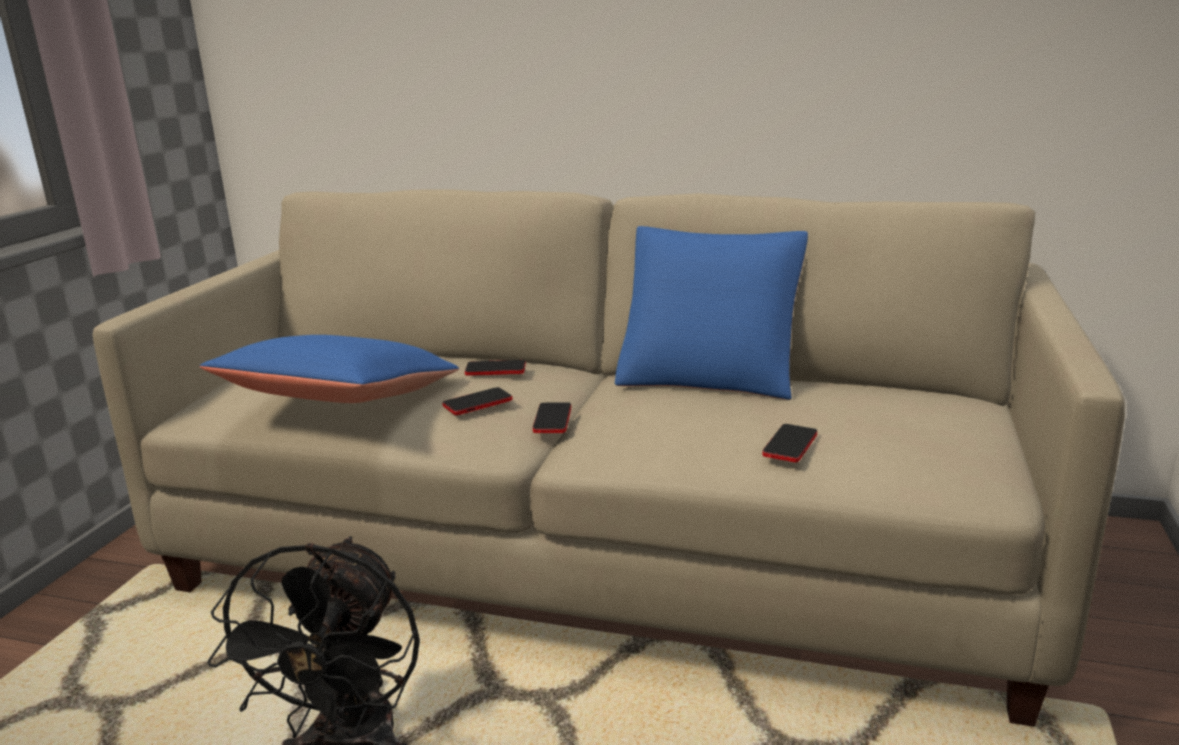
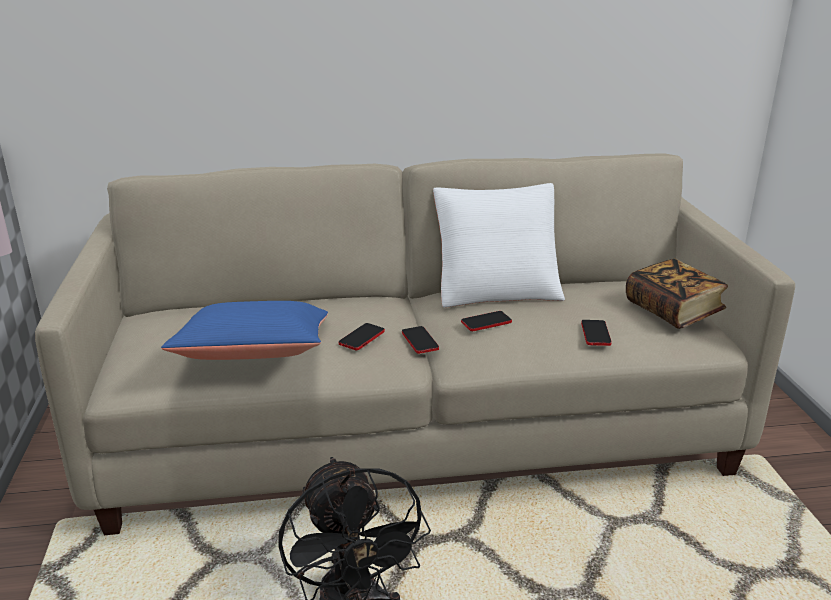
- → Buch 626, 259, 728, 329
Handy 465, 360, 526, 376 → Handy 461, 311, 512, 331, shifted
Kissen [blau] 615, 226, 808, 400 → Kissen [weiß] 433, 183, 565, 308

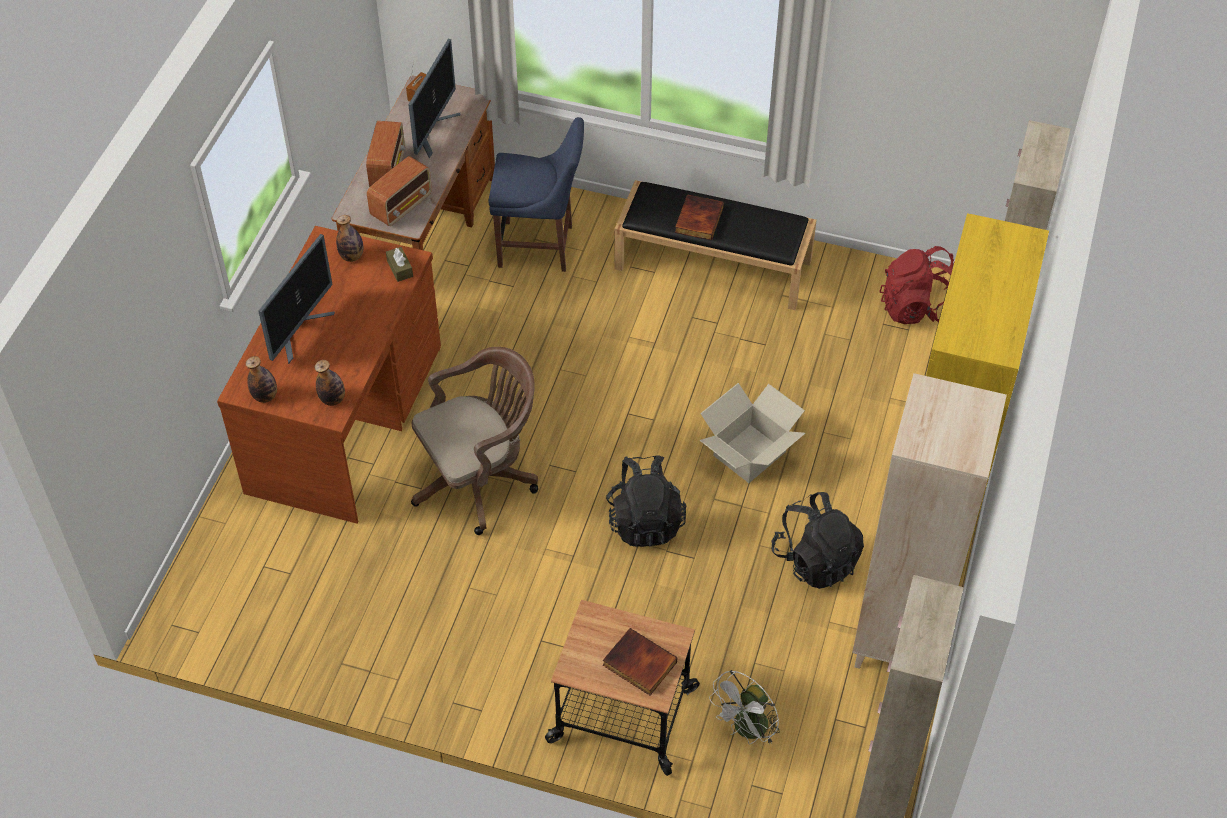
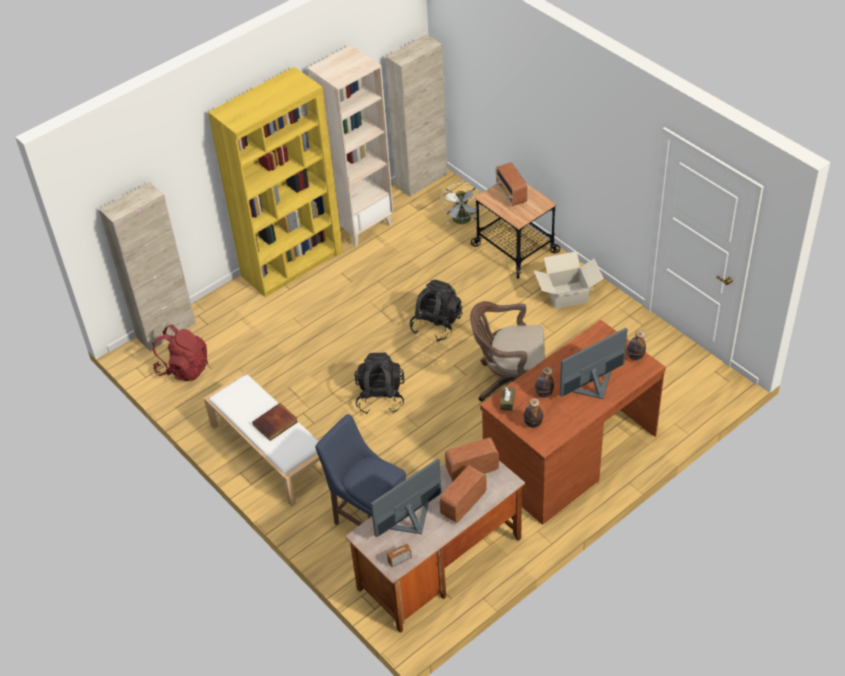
Flasche 315, 360, 345, 406 → Flasche 535, 367, 554, 398, shifted
Karton 699, 383, 805, 483 → Karton 534, 251, 604, 309, shifted
Rucksack [schwarz] 772, 492, 864, 589 → Rucksack [schwarz] 354, 352, 405, 414, shifted
Buch 603, 628, 677, 695 → Radio 496, 162, 527, 206
Bank [schwarz] 614, 180, 817, 310 → Bank [weiß] 204, 372, 326, 507
Ventilator [weiß] 709, 670, 780, 745 → Ventilator [weiß] 441, 183, 481, 224, 105 degrees clockwise

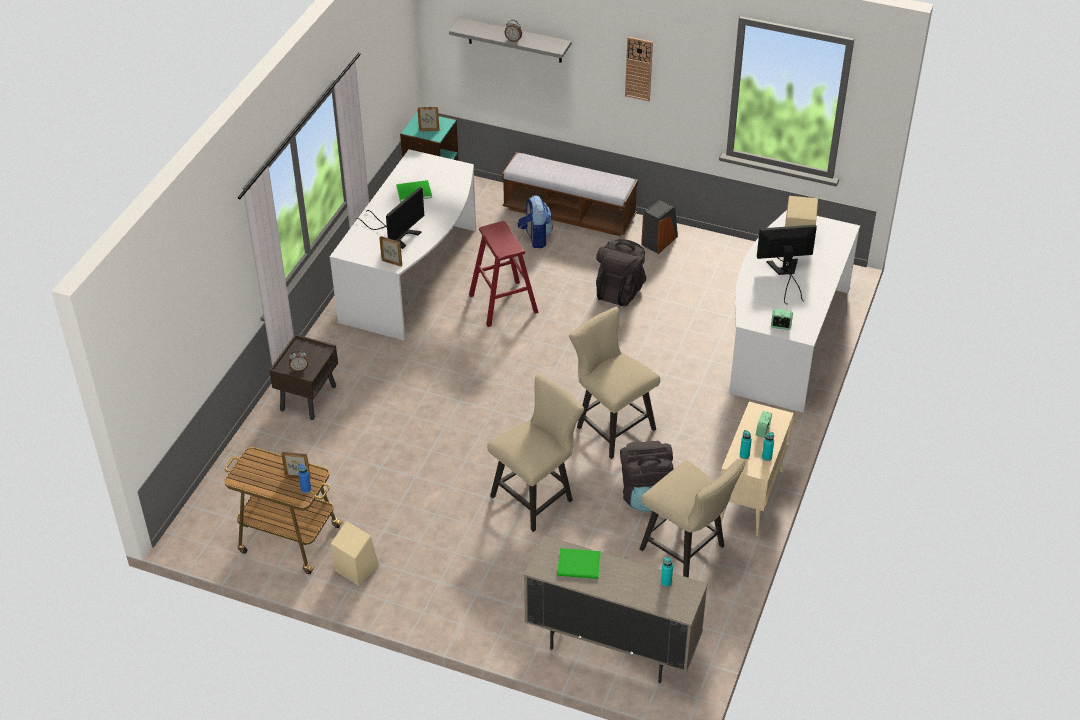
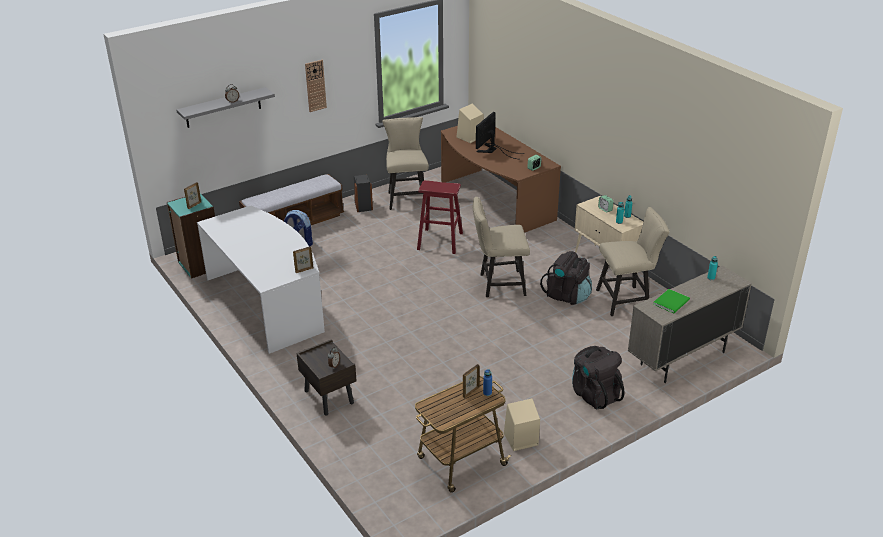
Monitor 356, 187, 424, 249 → -
Buch [grün] 396, 180, 432, 202 → -
Hocker [rot] 469, 221, 539, 327 → Hocker [rot] 417, 180, 463, 254, shifted
Stuhl [beige] 487, 374, 584, 532 → Stuhl [beige] 382, 117, 429, 210, shifted
Rucksack [schwarz] 596, 239, 646, 307 → Rucksack [schwarz] 572, 346, 625, 409, shifted
Schreibtisch [weiß] 729, 210, 860, 413 → Schreibtisch [braun] 441, 126, 561, 233

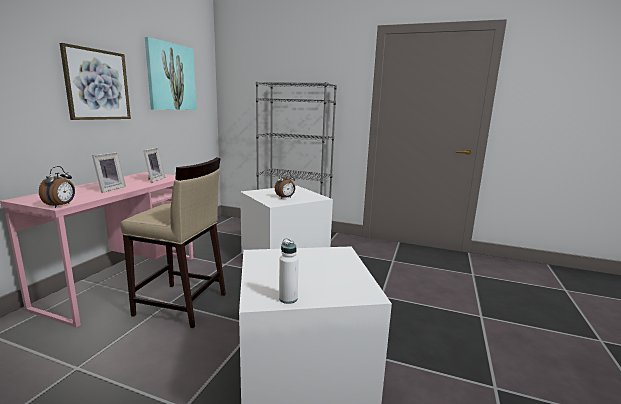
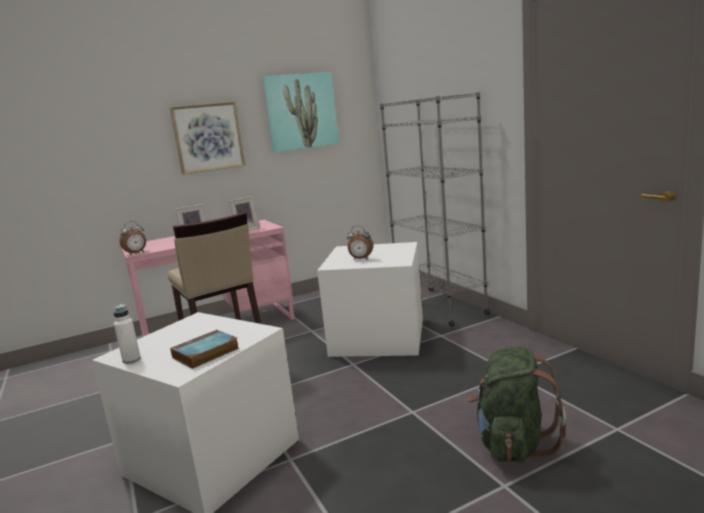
- → Buch 170, 330, 239, 369
- → Rucksack [grün] 467, 346, 566, 463

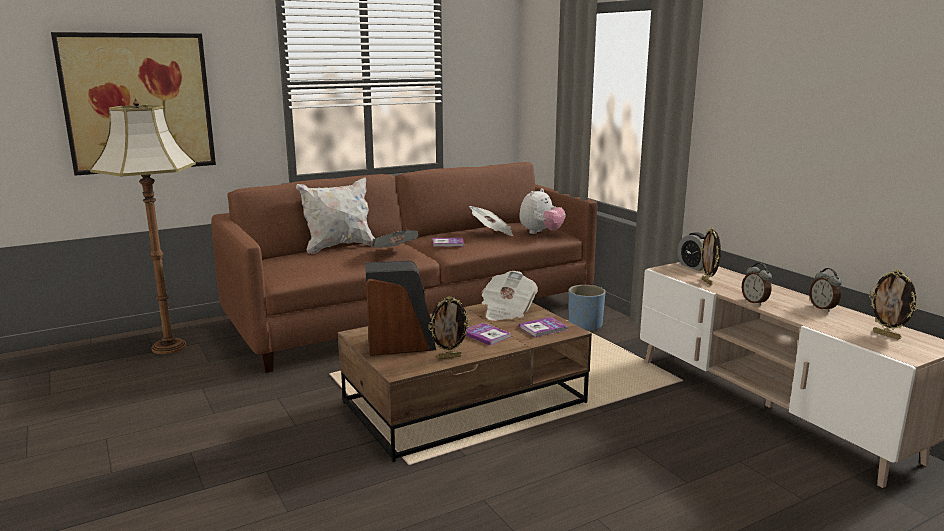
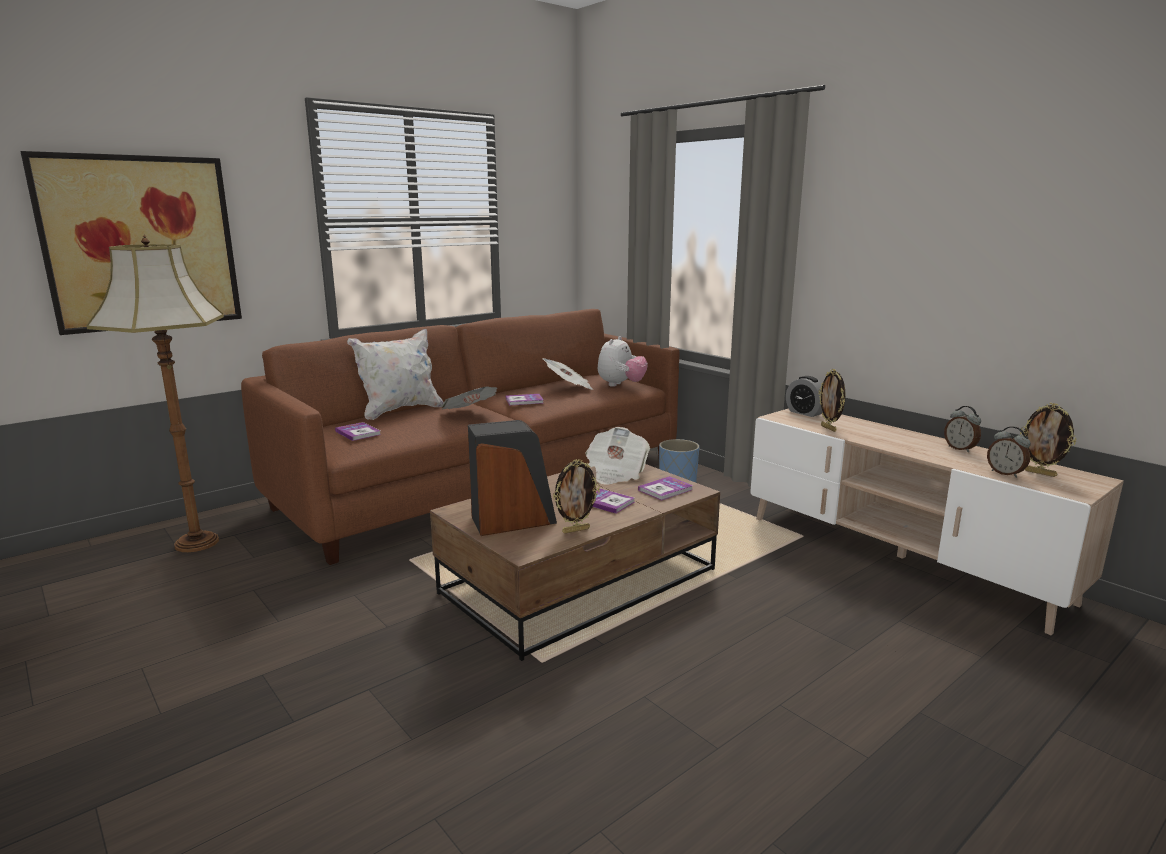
- → Buch 335, 422, 380, 441
Wecker 742, 263, 772, 306 → Wecker 987, 426, 1031, 478, shifted

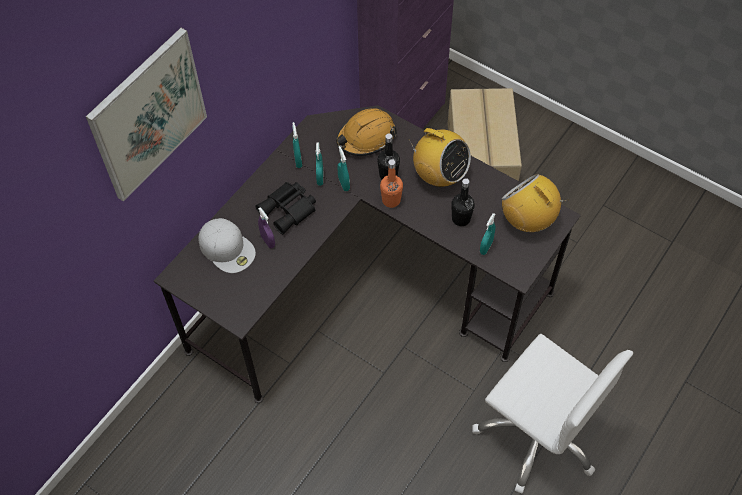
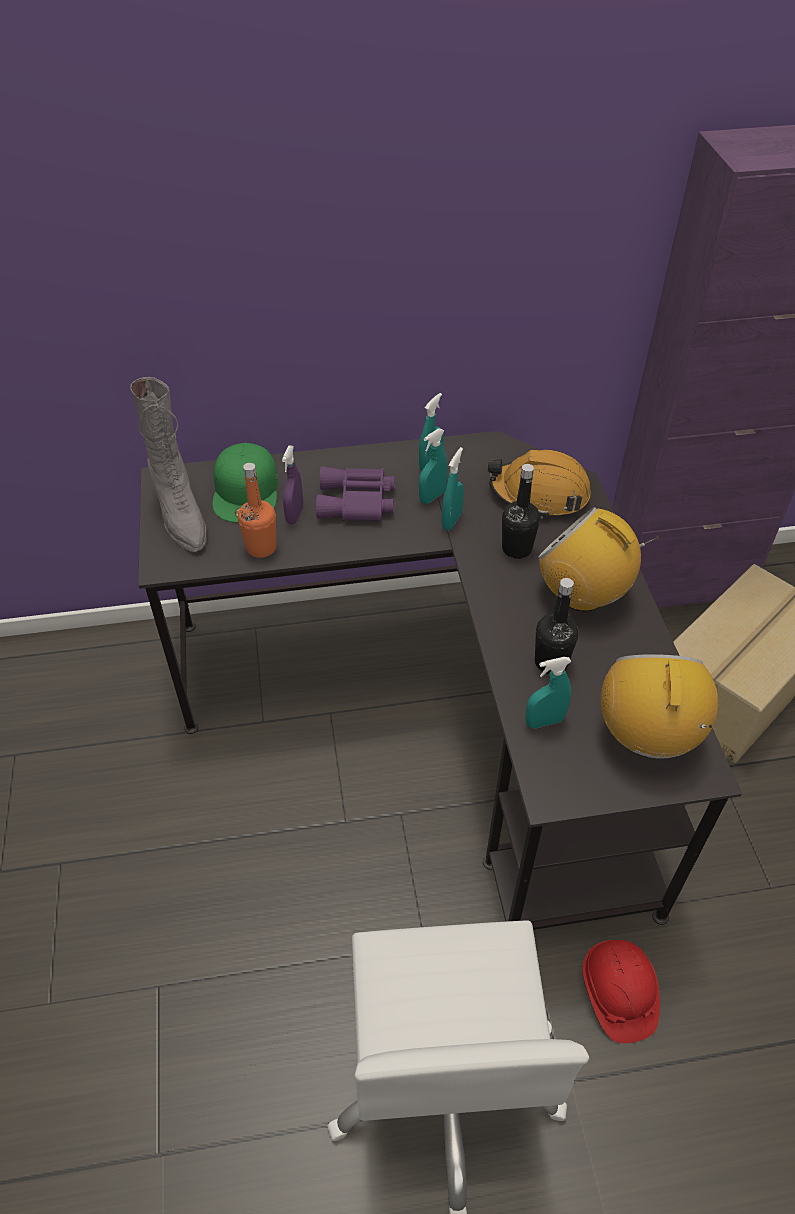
Bild 86, 28, 207, 202 → -
- → Stiefel [grau] 131, 377, 207, 552
- → Schutzhelm [rot] 582, 940, 660, 1043
Flasche [orange] 380, 159, 403, 208 → Flasche [orange] 238, 463, 276, 558, shifted
Kappe [weiß] 199, 218, 256, 273 → Kappe [grün] 212, 443, 278, 523
Fernglas [schwarz] 255, 182, 316, 234 → Fernglas [lila] 316, 466, 395, 522
Radio 409, 128, 471, 187 → Radio 538, 507, 659, 612, 135 degrees clockwise

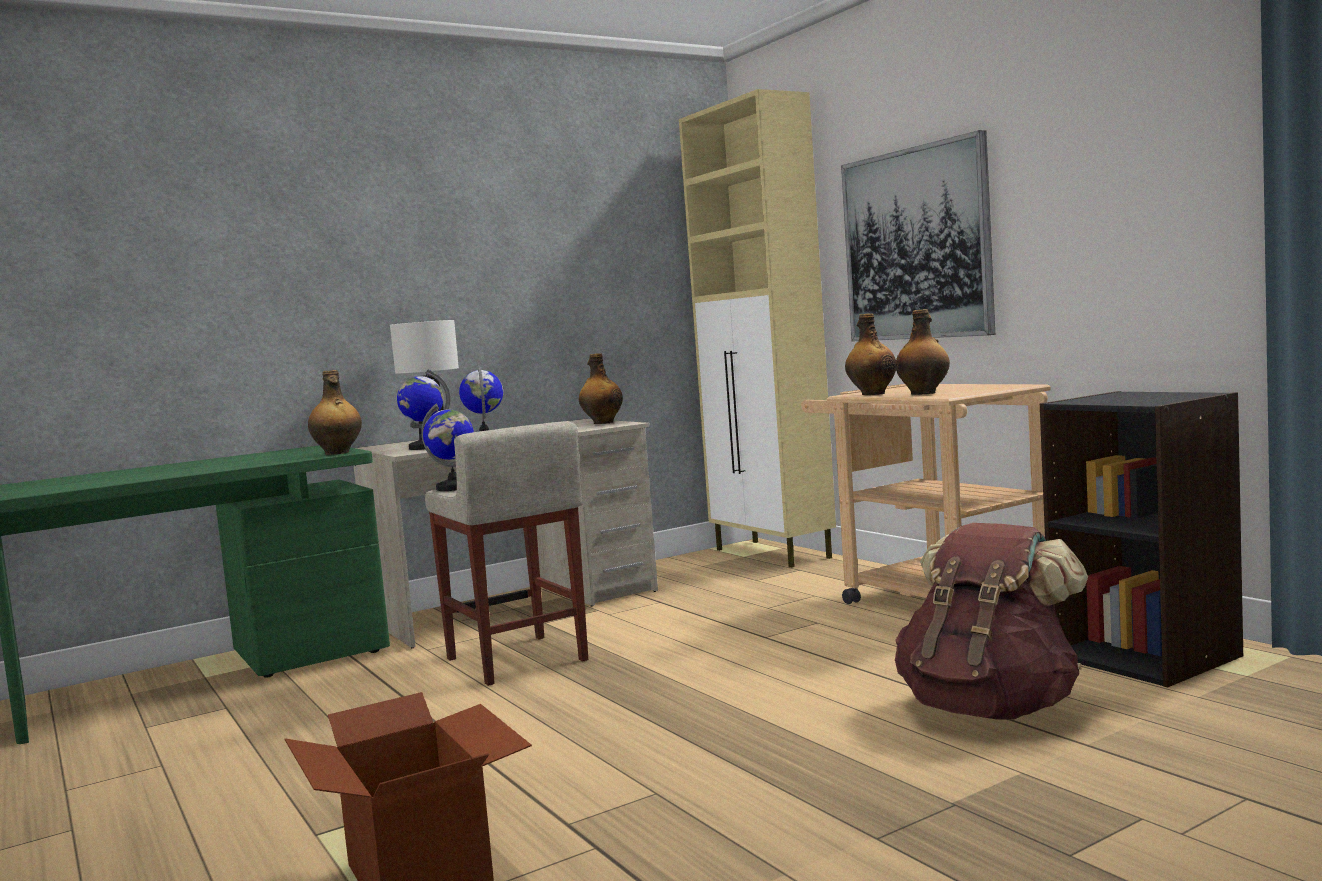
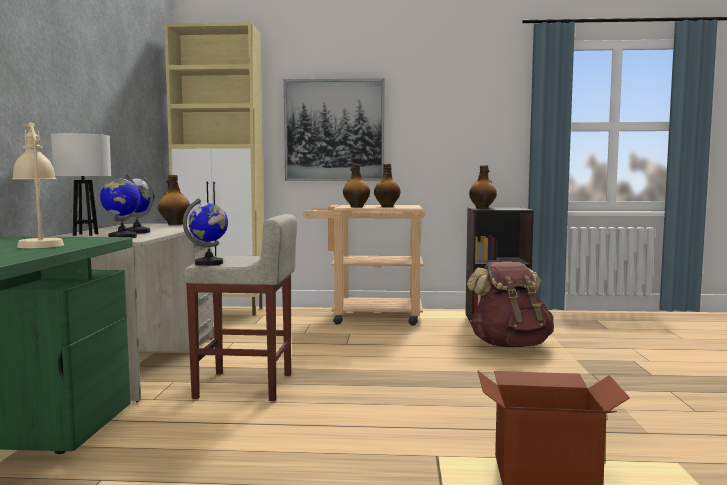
- → Tischlampe [beige] 12, 123, 64, 248
Flasche 308, 370, 362, 455 → Flasche 469, 165, 497, 209, shifted

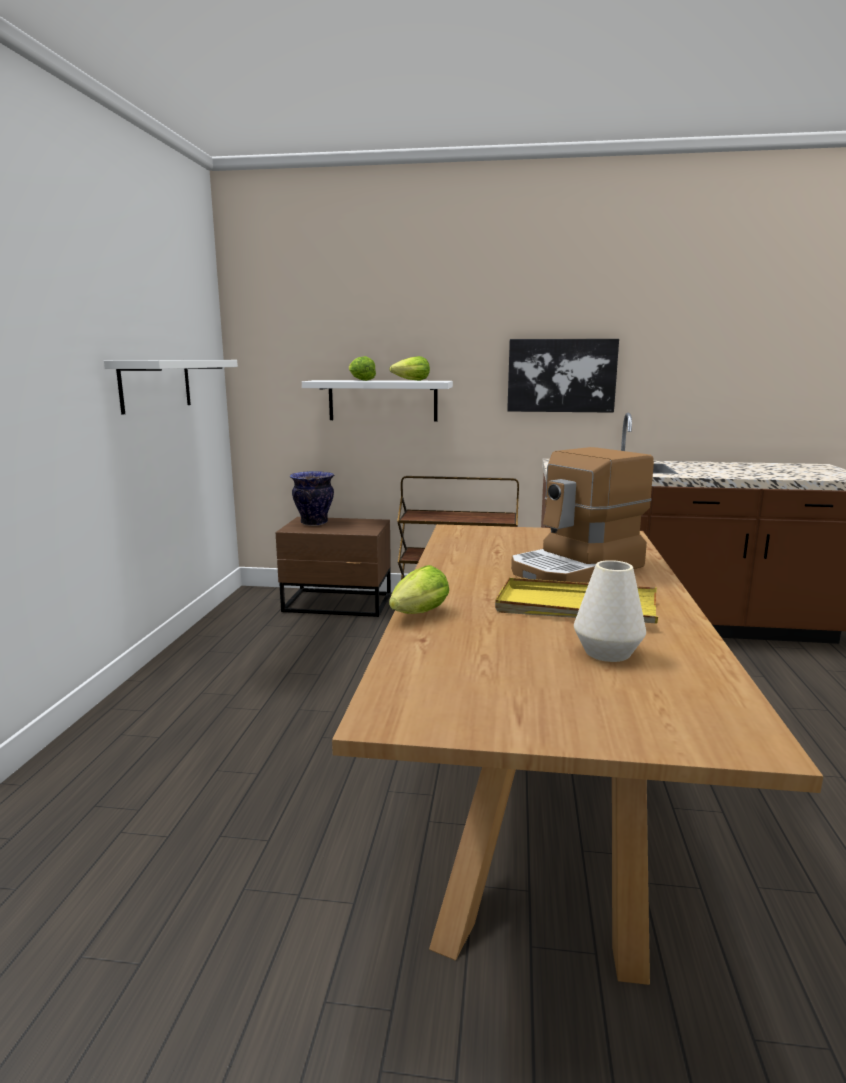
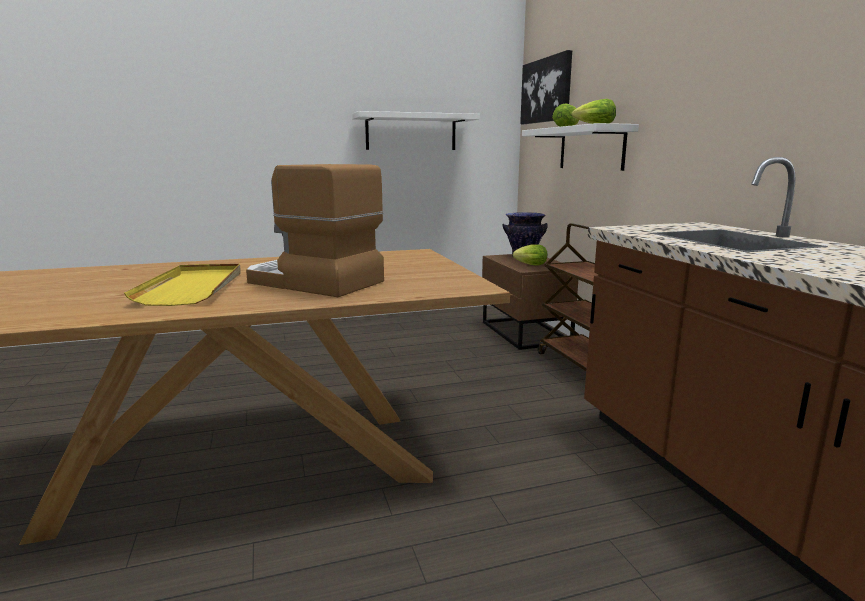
Vase [weiß] 574, 560, 646, 662 → -
Salatkopf 389, 565, 449, 614 → Salatkopf 513, 244, 547, 266, shifted
Bild 507, 339, 619, 413 → Bild 520, 50, 572, 124, shifted

